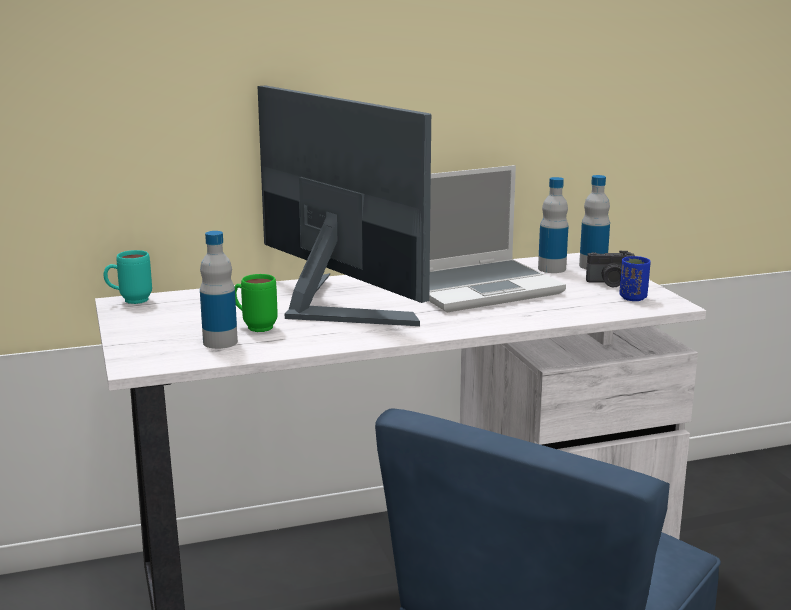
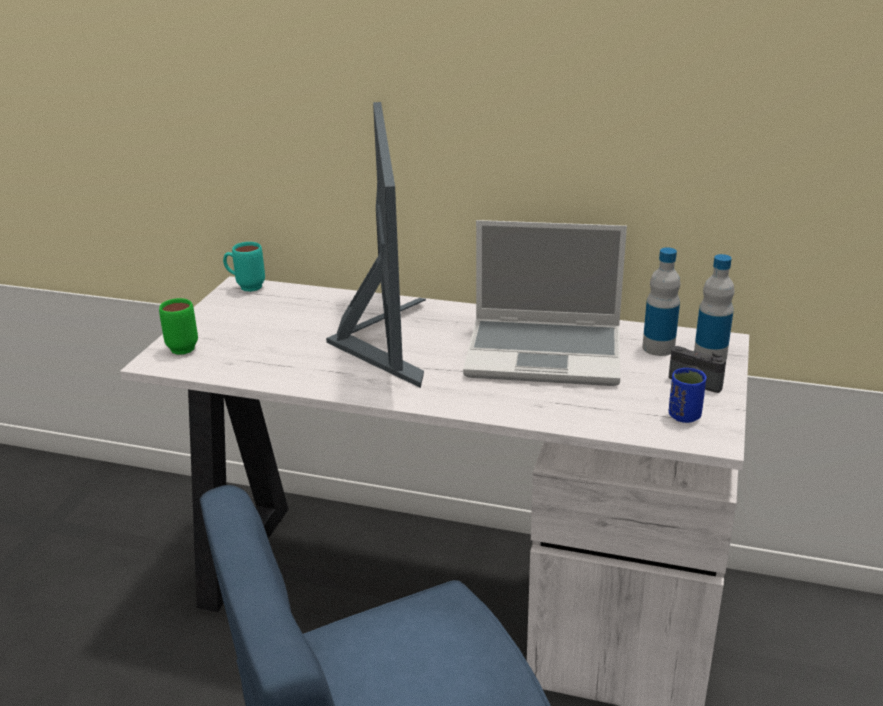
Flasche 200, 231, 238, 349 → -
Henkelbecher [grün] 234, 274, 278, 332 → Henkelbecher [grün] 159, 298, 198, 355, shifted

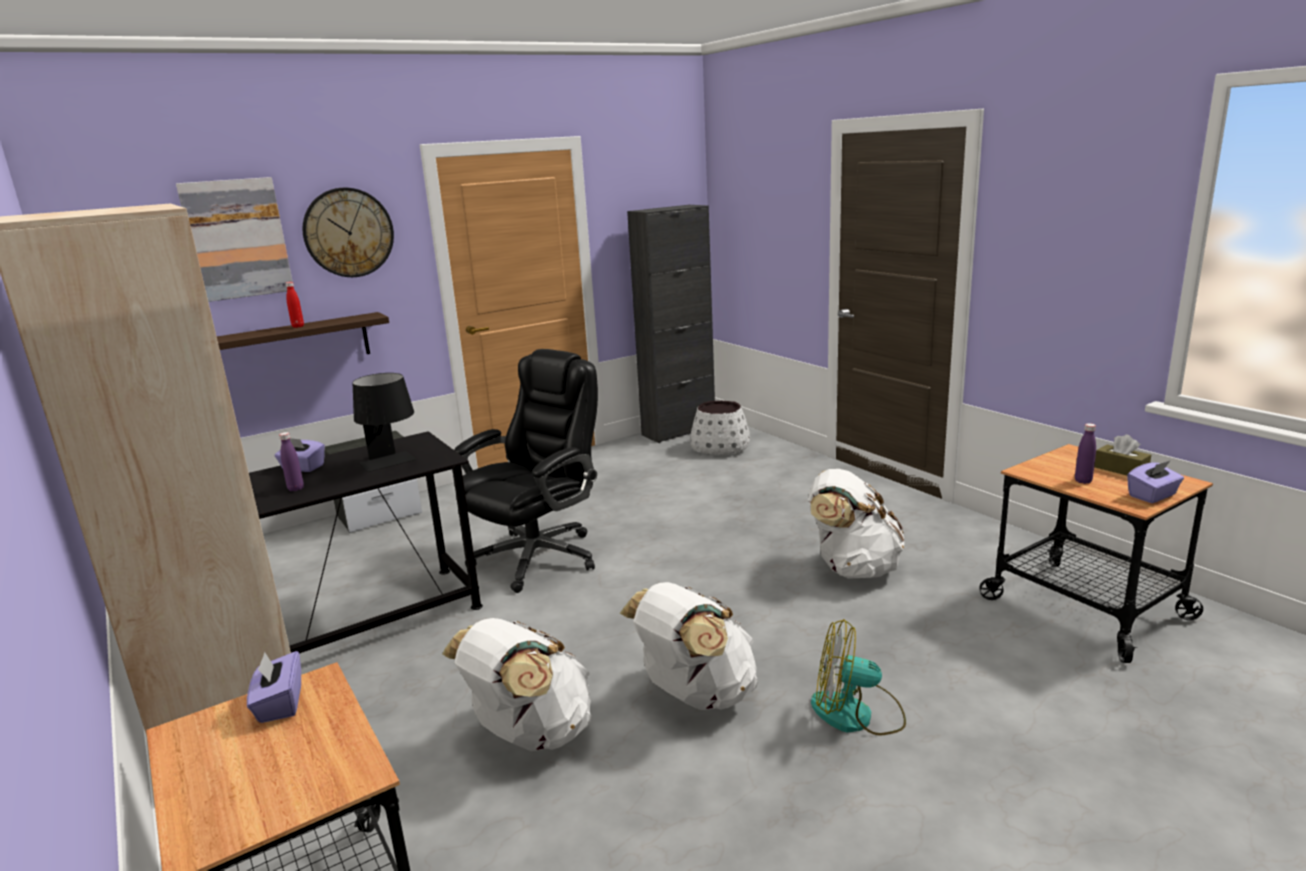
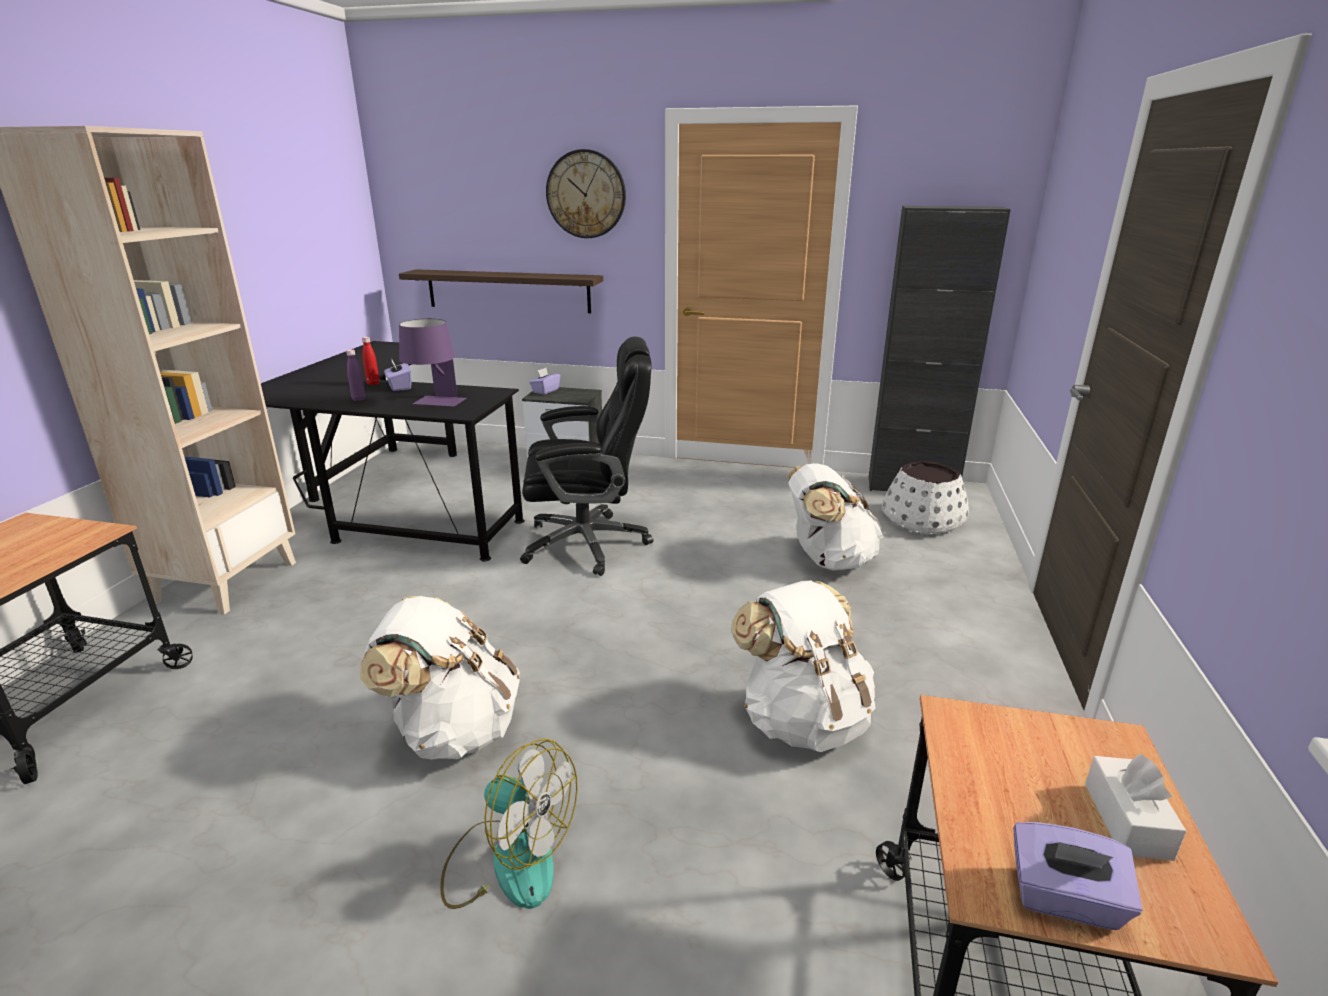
Bild 176, 177, 293, 302 → -
Flasche [lila] 1075, 423, 1096, 484 → -
Taschentuchbox [lila] 247, 651, 301, 723 → Taschentuchbox [lila] 529, 368, 560, 394, shifted
Flasche [rot] 286, 282, 304, 328 → Flasche [rot] 362, 337, 380, 385, shifted
Rucksack [weiß] 442, 618, 591, 751 → Rucksack [weiß] 788, 463, 884, 571, shifted
Tischlampe [schwarz] 353, 373, 417, 472 → Tischlampe [lila] 399, 319, 466, 407
Taschentuchbox [braun] 1094, 434, 1151, 475 → Taschentuchbox [weiß] 1085, 753, 1187, 861
Ventilator 811, 619, 906, 736 → Ventilator 440, 739, 578, 909, 150 degrees clockwise

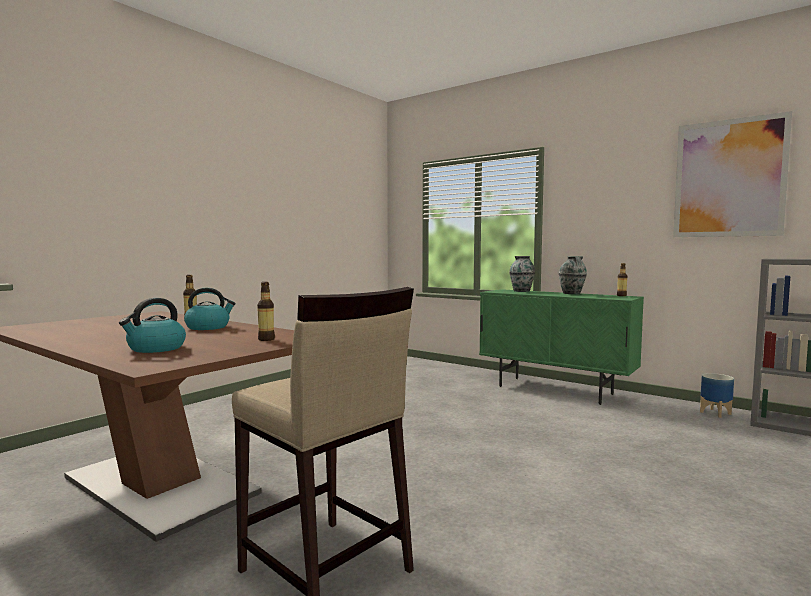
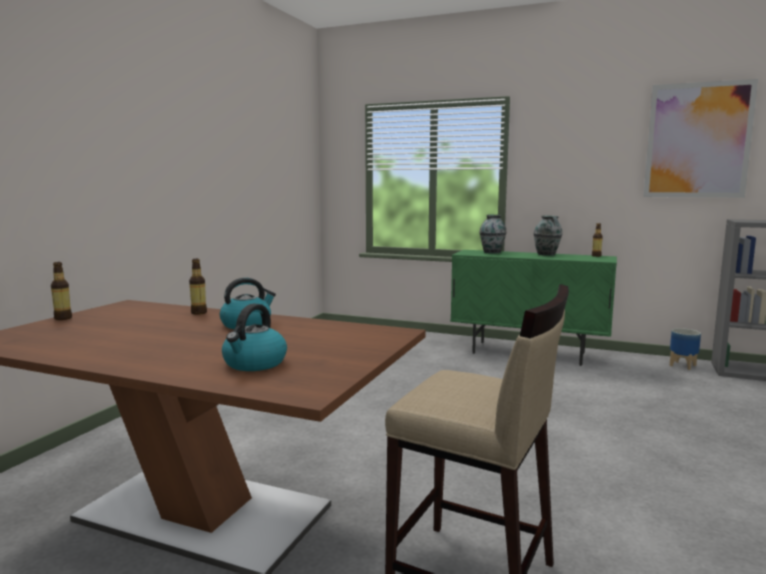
Flasche 257, 282, 275, 341 → Flasche 51, 262, 72, 320, shifted

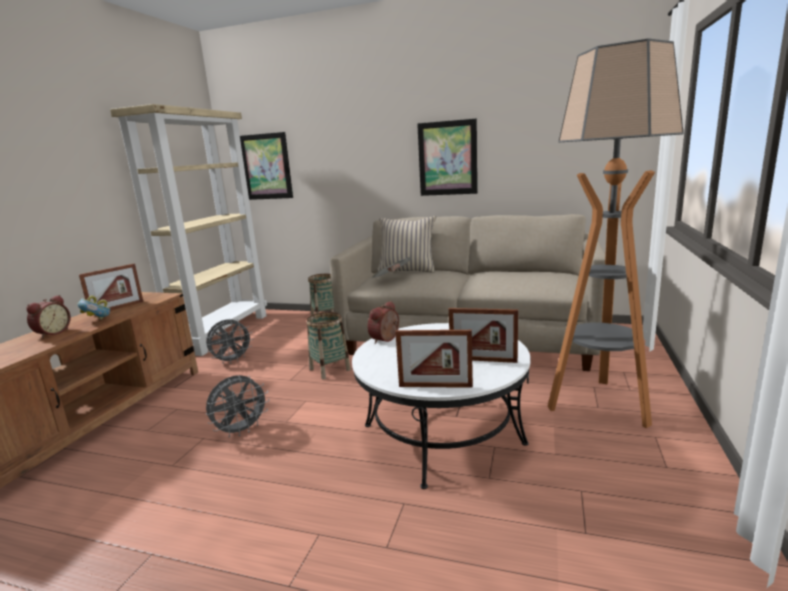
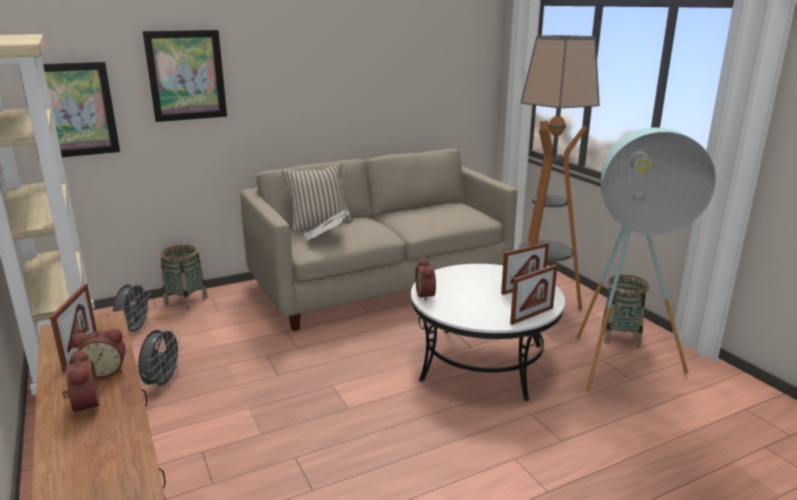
- → Stehlampe [türkis] 576, 127, 716, 393
Ventilator [grau] 206, 375, 270, 437 → Ventilator [grau] 113, 282, 152, 336, shifted
Korb 307, 312, 351, 380 → Korb 601, 275, 649, 347, shifted
Bild 417, 119, 478, 196 → Bild 143, 30, 227, 122, shifted
Schüssel 78, 296, 110, 320 → Wecker 72, 329, 126, 379

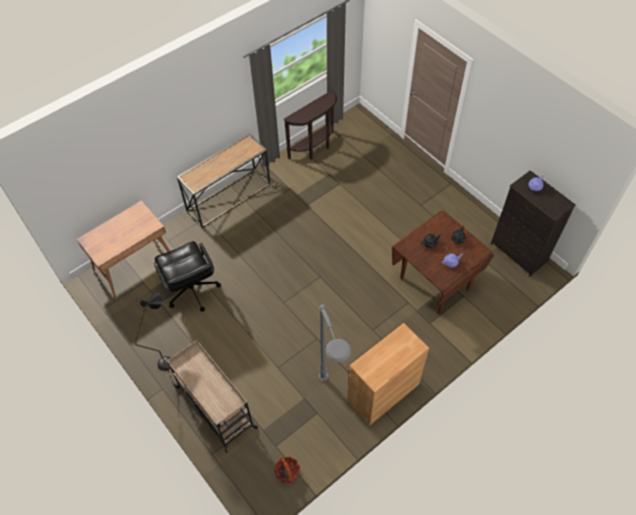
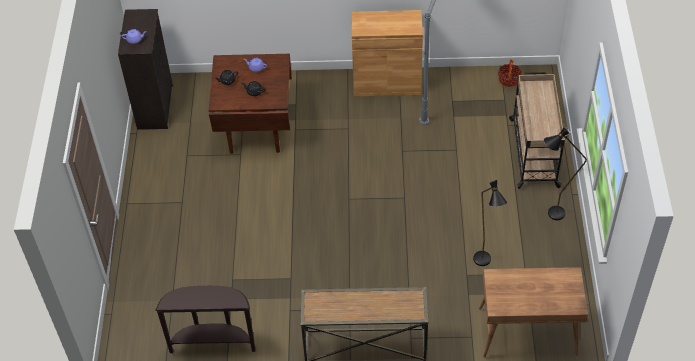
Bürostuhl [schwarz] 154, 241, 221, 312 → Stehlampe [schwarz] 473, 180, 507, 266

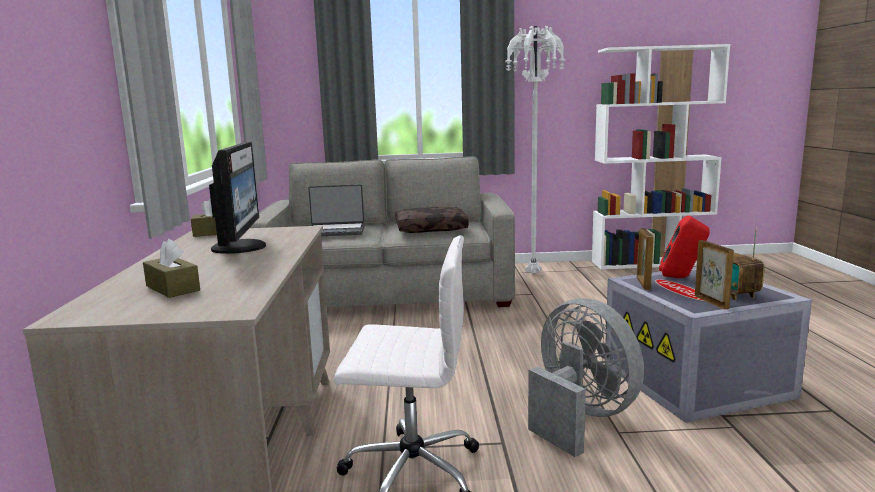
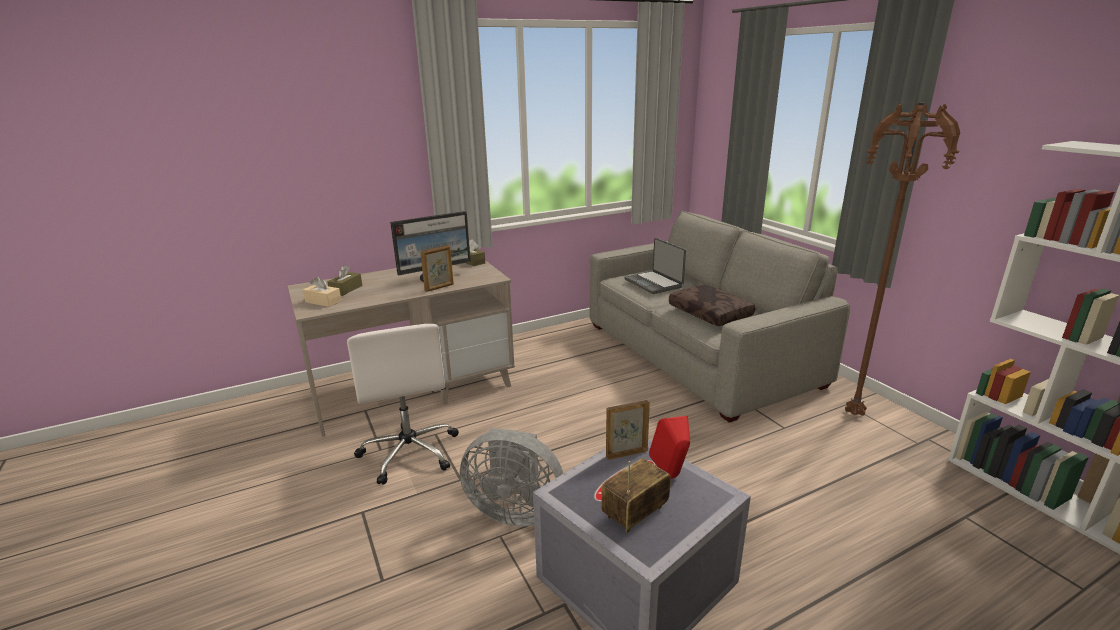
- → Taschentuchbox [beige] 303, 276, 341, 307
Bilderrahmen 695, 240, 734, 310 → Bilderrahmen 420, 245, 454, 292, shifted
Stehlampe [weiß] 505, 26, 565, 274 → Stehlampe [braun] 845, 102, 960, 416
Ventilator [grau] 528, 299, 644, 457 → Ventilator [grau] 460, 428, 563, 526, 75 degrees clockwise

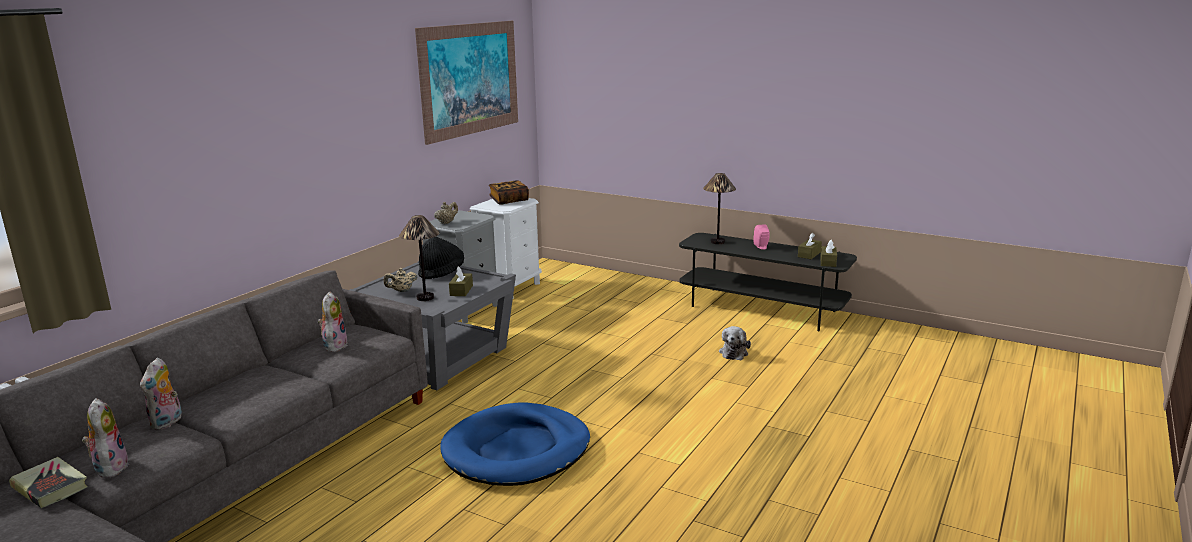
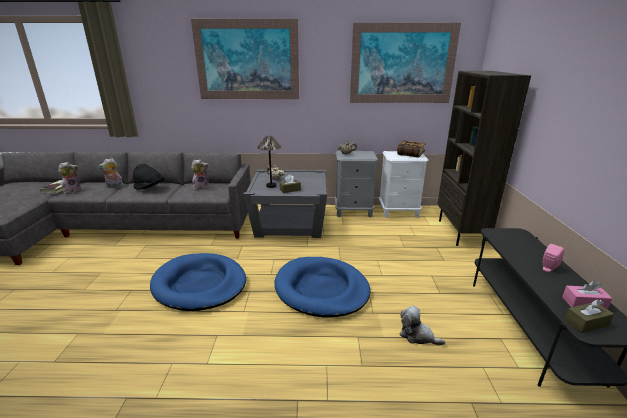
Tischlampe 703, 173, 736, 244 → -
- → Bild 191, 19, 299, 99
- → Hundebett [blau] 274, 257, 370, 318
- → Bücherregal [braun] 437, 71, 531, 246
Hut [schwarz] 418, 237, 464, 279 → Hut [schwarz] 133, 164, 164, 190, shifted
Taschentuchbox [braun] 798, 233, 822, 259 → Taschentuchbox [rosa] 562, 281, 612, 310
Plüschtier 719, 326, 751, 360 → Plüschtier 400, 306, 445, 346, 45 degrees clockwise

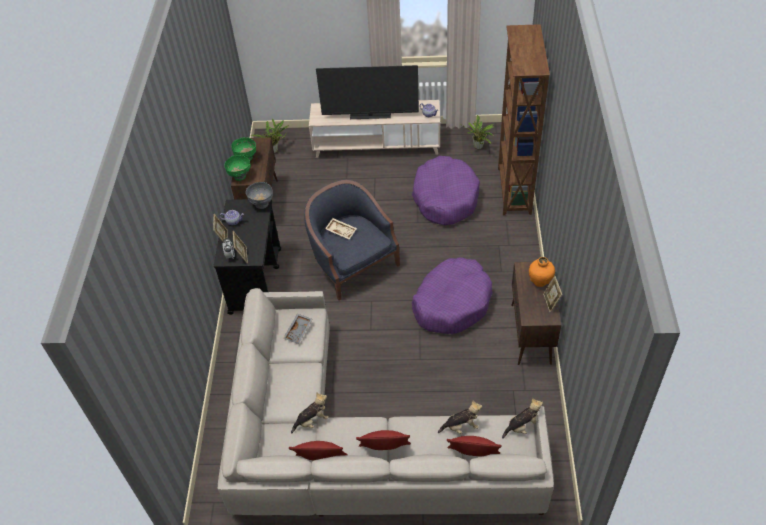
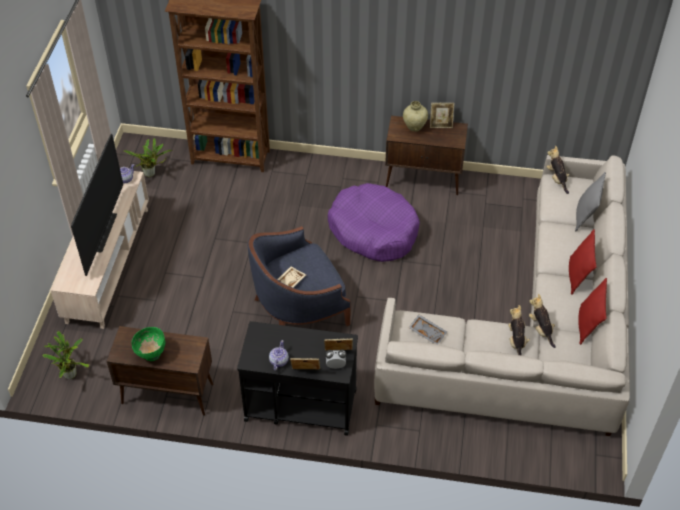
Schüssel [grün] 224, 155, 251, 181 → -
Schüssel [grau] 246, 182, 273, 209 → -
Hundebett [lila] 412, 156, 480, 225 → -
Plüschtier 438, 400, 482, 434 → Plüschtier 508, 305, 530, 356, shifted
Kissen [rot] 447, 436, 502, 456 → Kissen [grau] 575, 172, 606, 231
Vase [orange] 529, 257, 555, 287 → Vase [beige] 403, 101, 428, 132

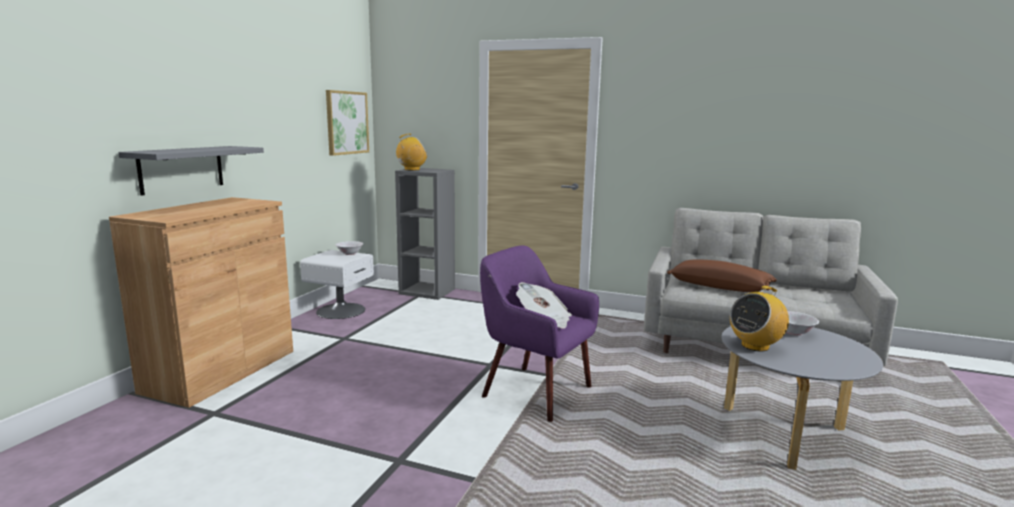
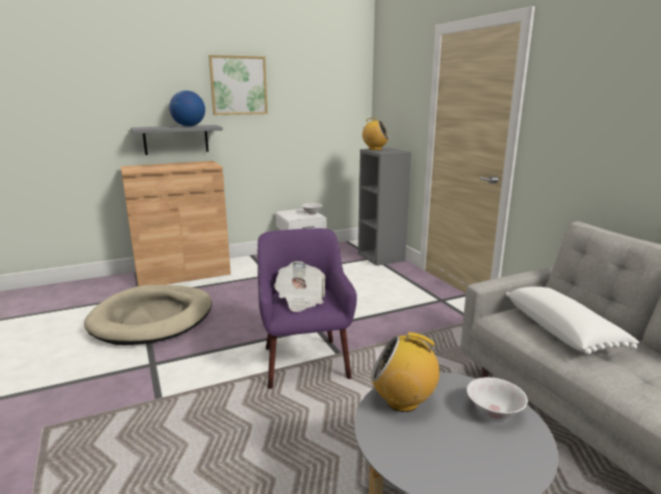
- → Hundebett [beige] 84, 285, 212, 345
- → Globus 169, 90, 205, 127
Bild 326, 90, 369, 156 → Bild 209, 55, 268, 115, shifted
Kissen [braun] 667, 259, 777, 292 → Kissen [weiß] 506, 287, 639, 354

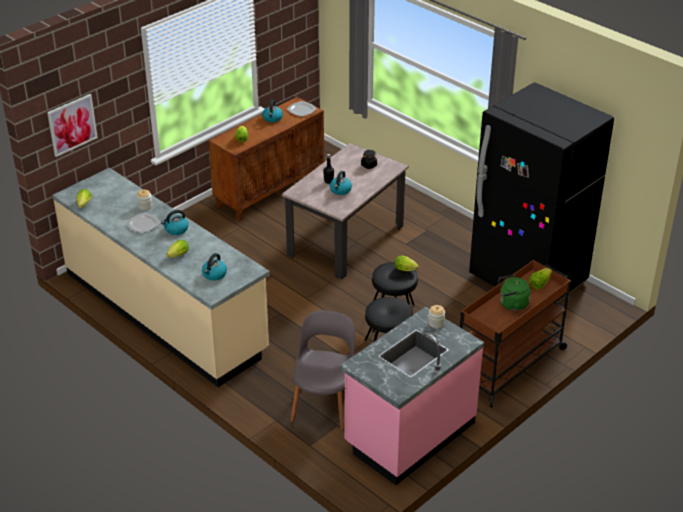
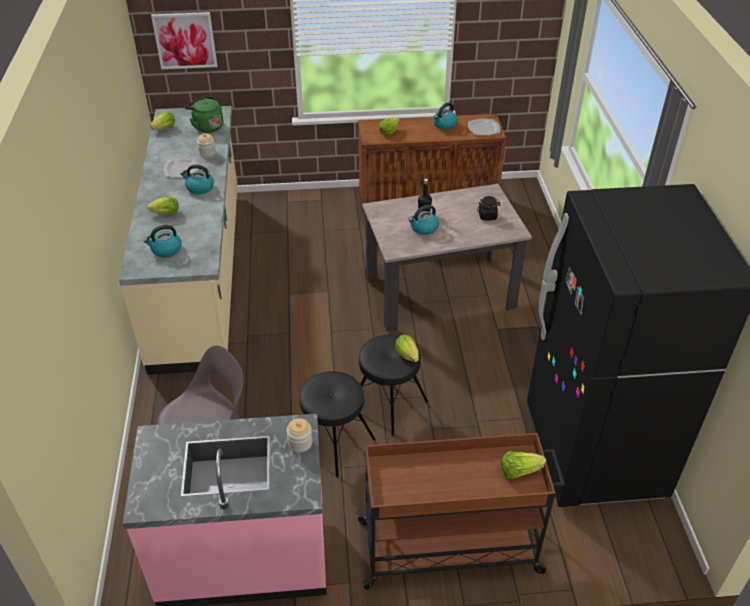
Wasserkessel [grün] 498, 275, 531, 311 → Wasserkessel [grün] 185, 96, 223, 133, shifted

